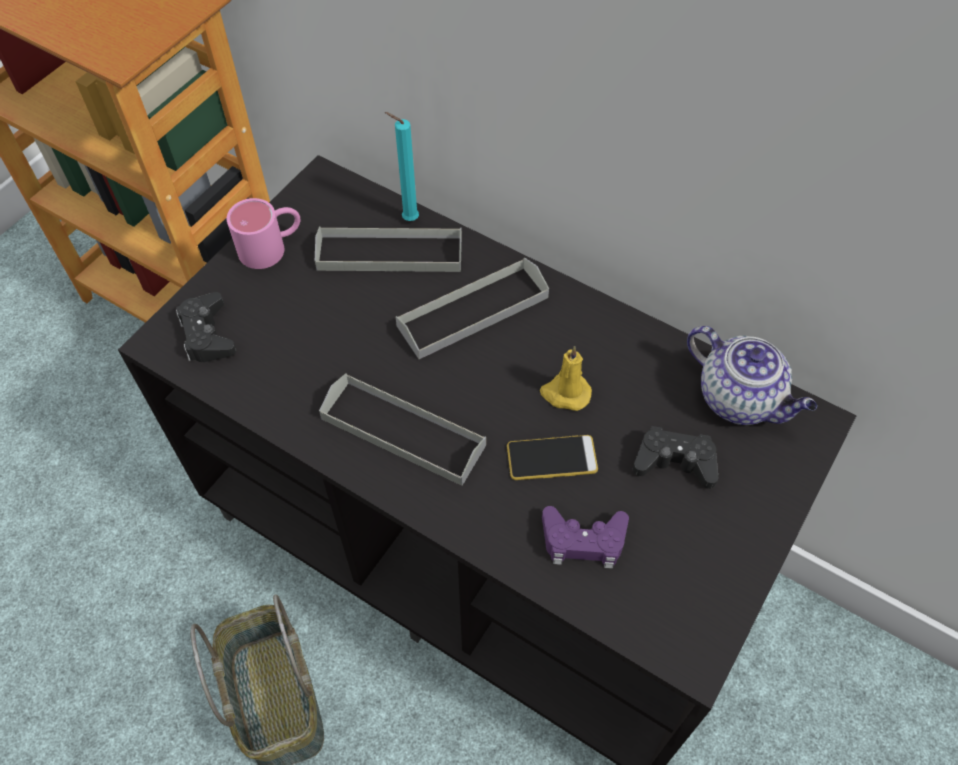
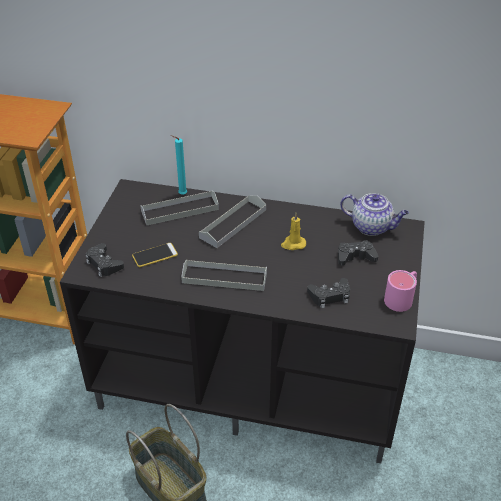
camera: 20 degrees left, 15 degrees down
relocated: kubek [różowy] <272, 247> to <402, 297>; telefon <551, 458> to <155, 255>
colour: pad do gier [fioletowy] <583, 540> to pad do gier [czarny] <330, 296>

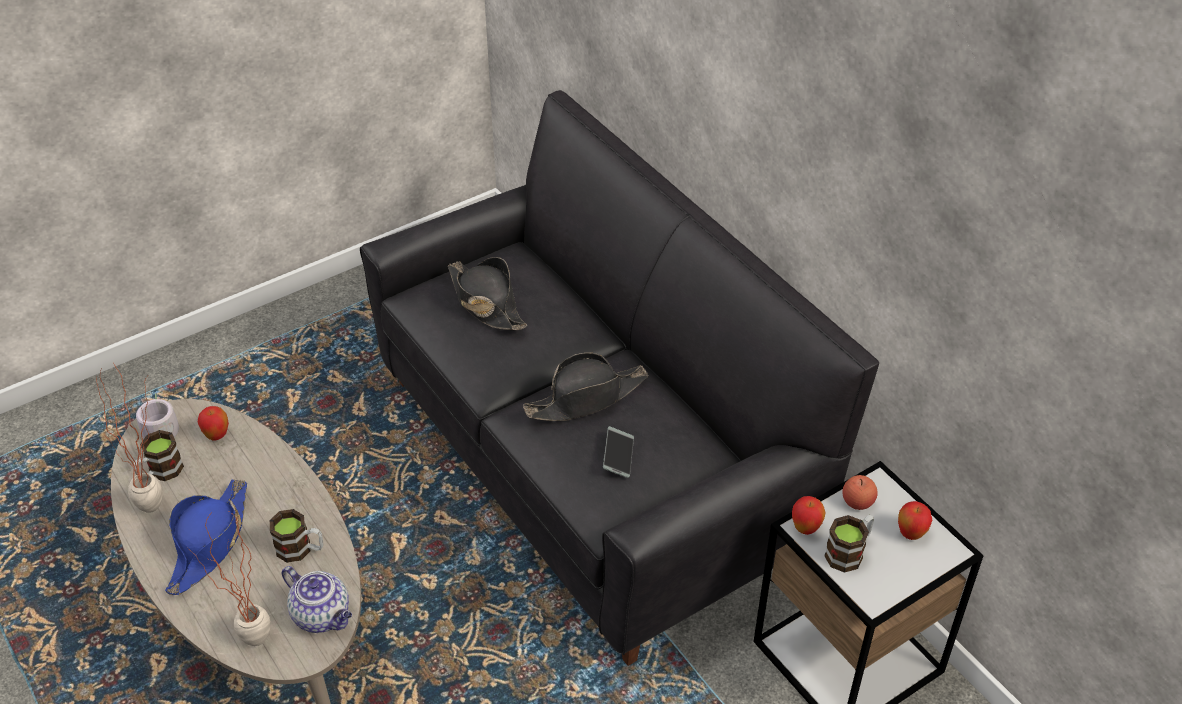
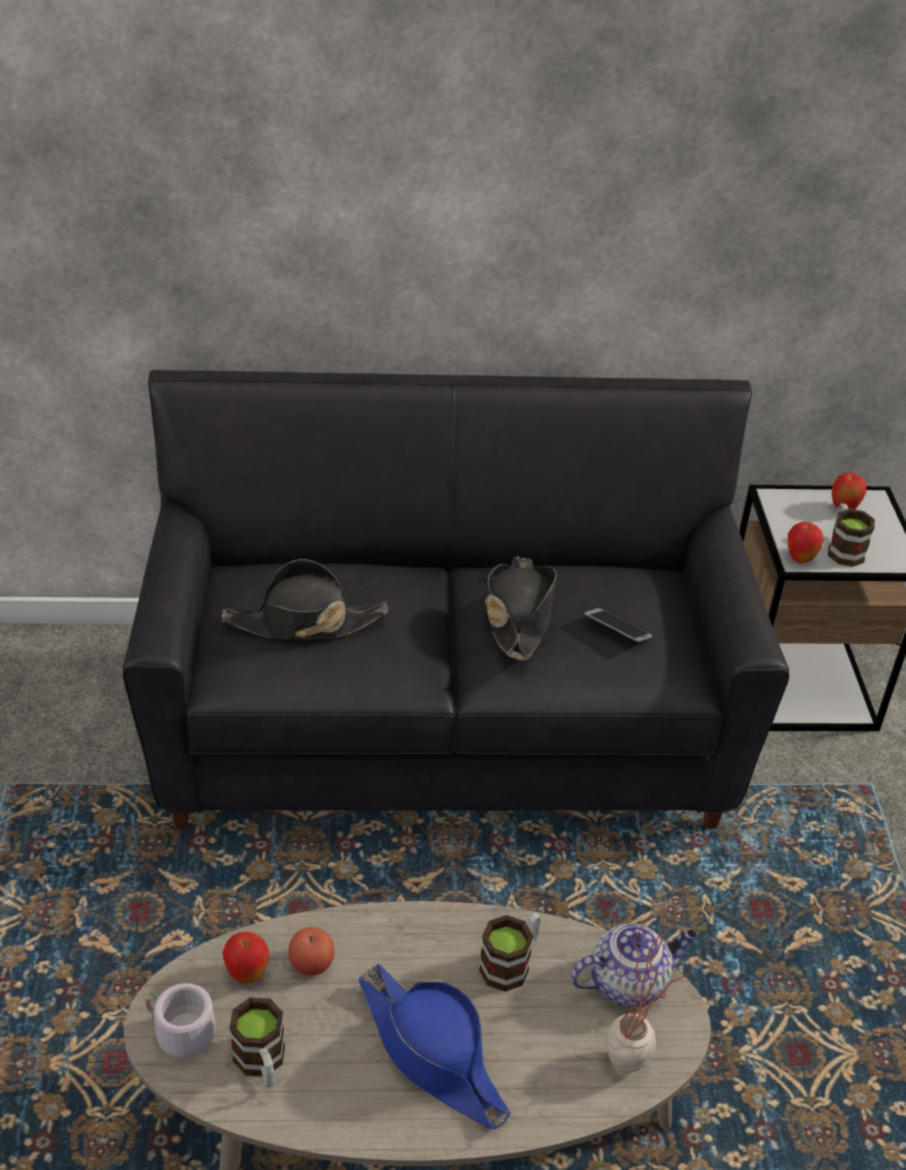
camera: 60 degrees left, 5 degrees down
missing: roślina doniczkowa <162, 506>
relocated: jabłko <857, 502> to <311, 963>

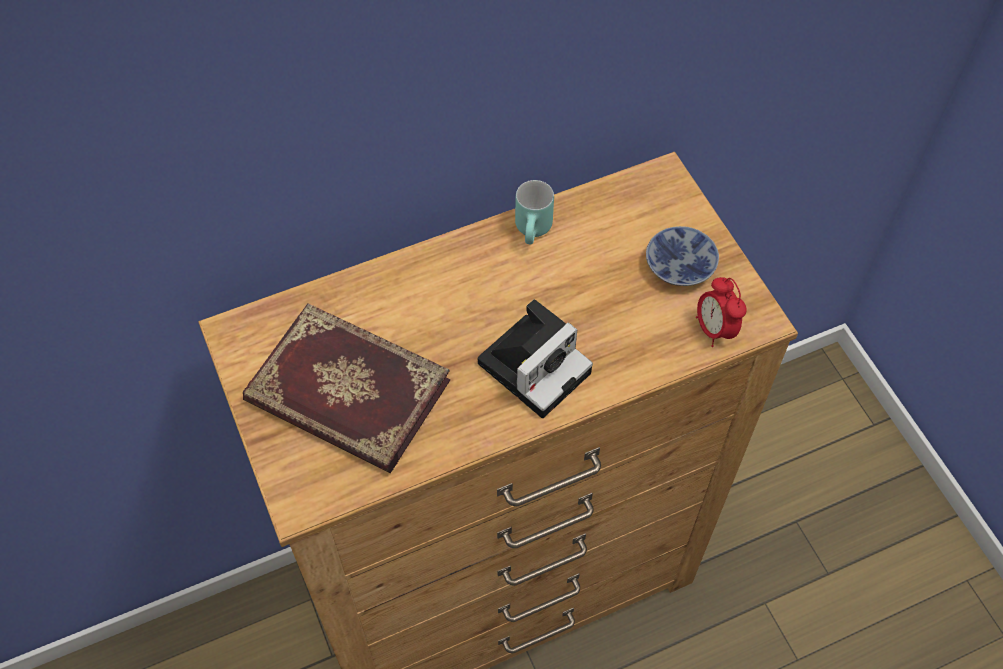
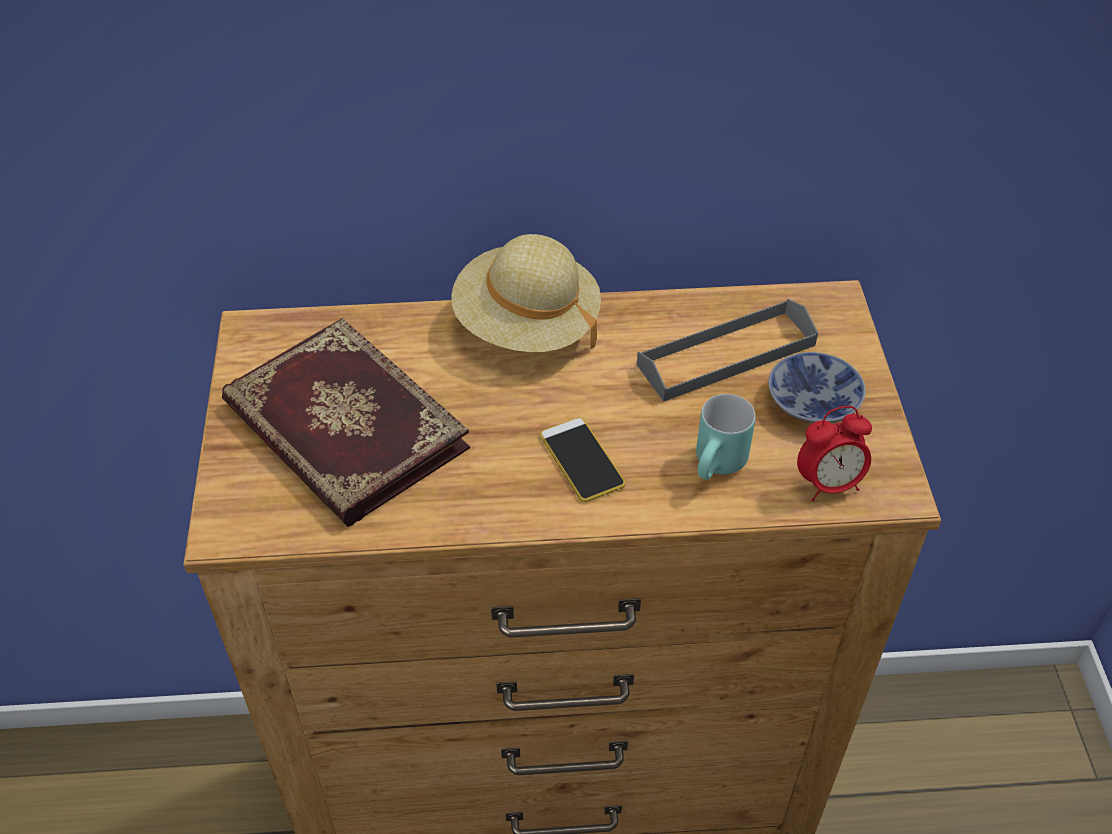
camera: 20 degrees right, 10 degrees down
appeared: kapelusz [beżowy] <526, 325>; taca [szary] <726, 355>
relocated: kubek [turkusowy] <535, 232> to <720, 467>
exchanged: aparat fotograficzny <536, 364> to telefon <581, 460>
spun: budzik <714, 329> = <828, 484> 105 degrees counterclockwise

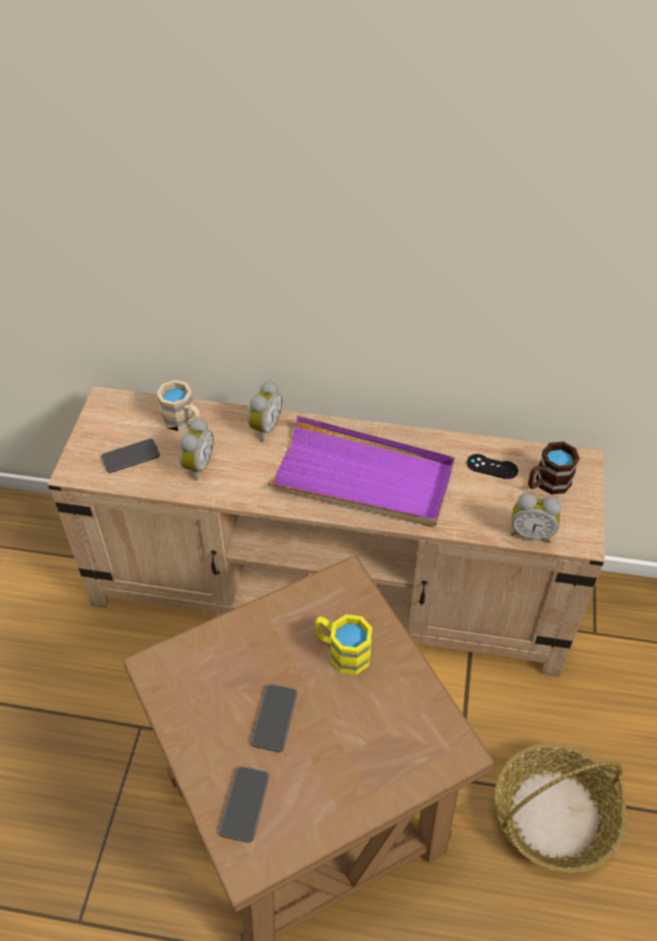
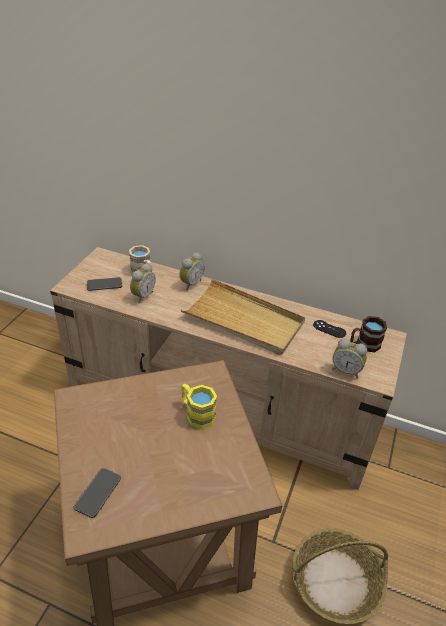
camera: 10 degrees right, 10 degrees down
missing: telefon <274, 718>
colour: taca [fioletowy] <363, 477> to taca [beżowy] <243, 320>

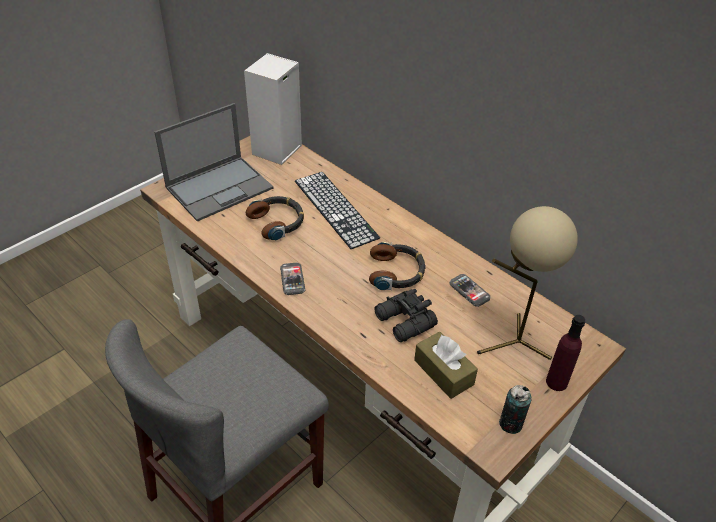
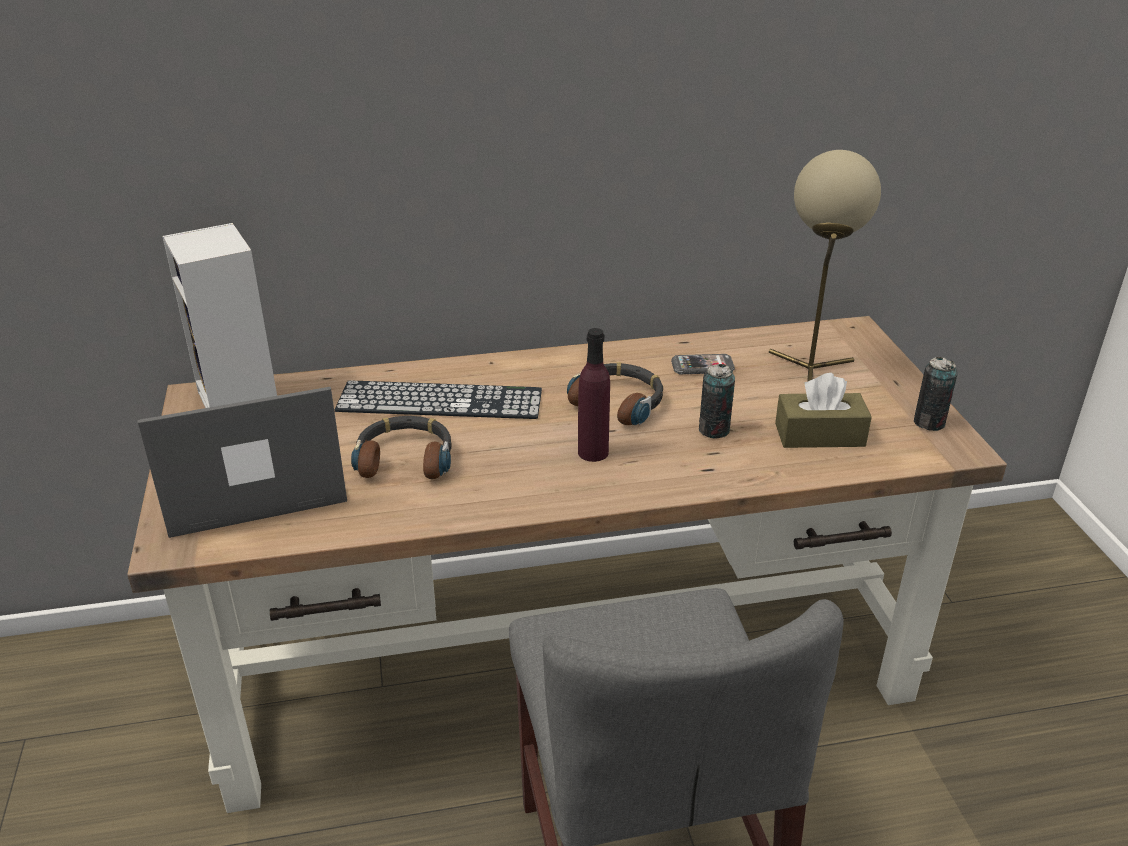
camera: 55 degrees left, 10 degrees down
missing: telefon <292, 279>
relocated: butelka [fioletowy] <556, 382> to <593, 452>
exchanged: lornetka [czarny] <404, 322> to puszka <714, 430>
spun: laptop <220, 187> = <251, 484> 105 degrees counterclockwise

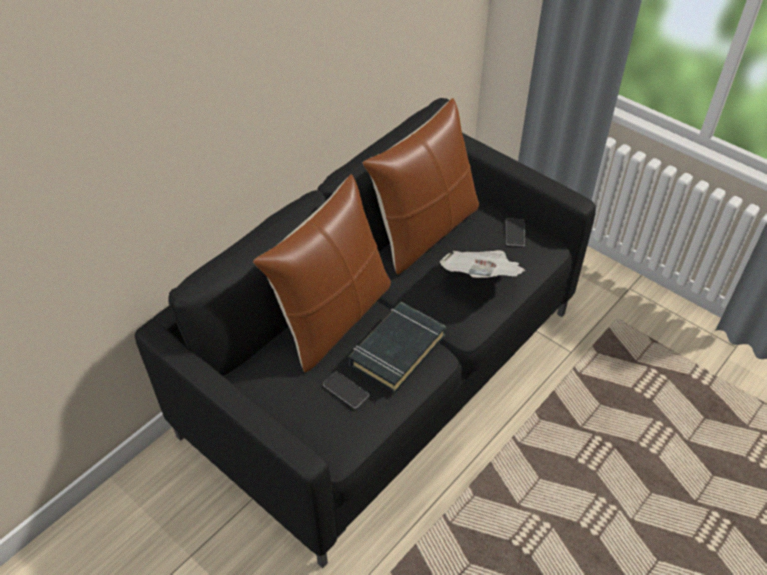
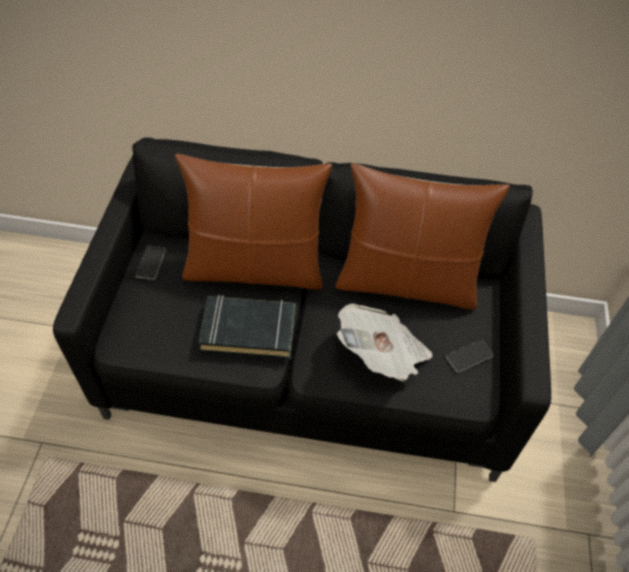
camera: 55 degrees right, 5 degrees up
relocated: telefon <345, 390> to <151, 262>

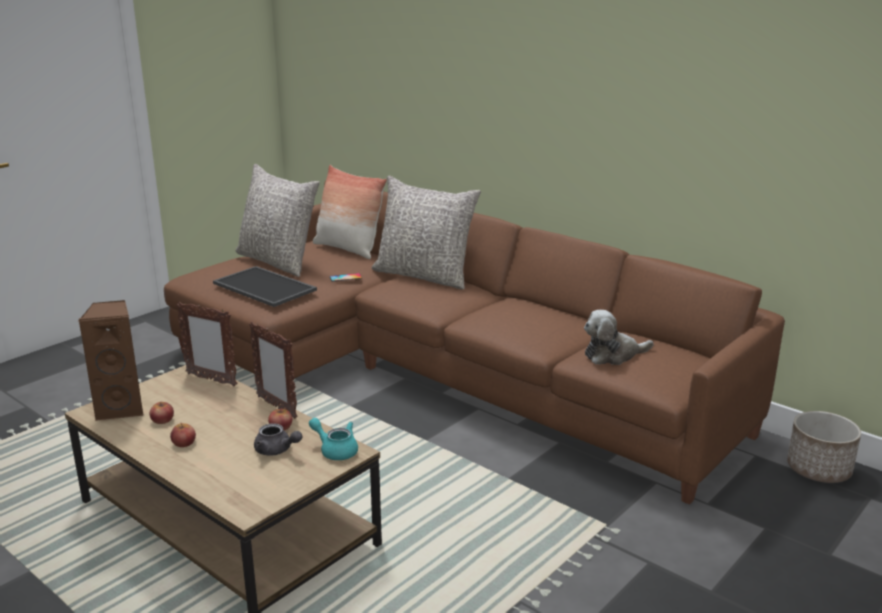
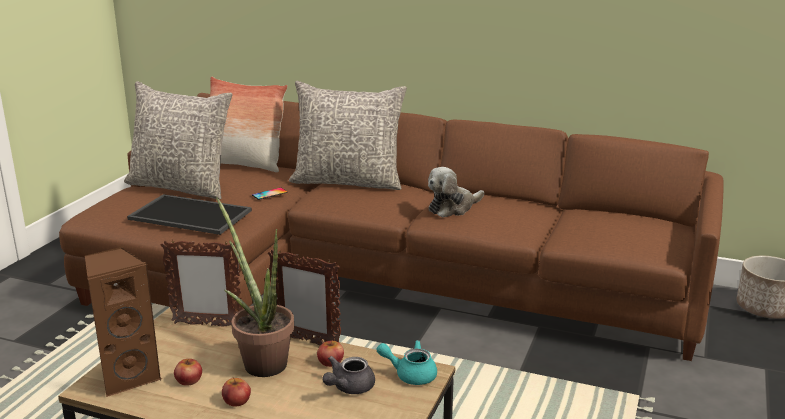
camera: 20 degrees left, 0 degrees up
appeared: roślina doniczkowa <260, 360>
relocated: pluszak <613, 355> to <453, 208>
spun: imbryk [szary] <276, 450> = <348, 387> 120 degrees clockwise

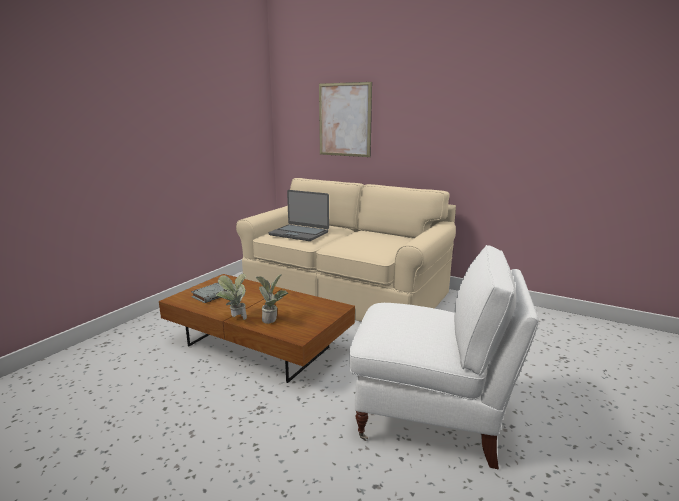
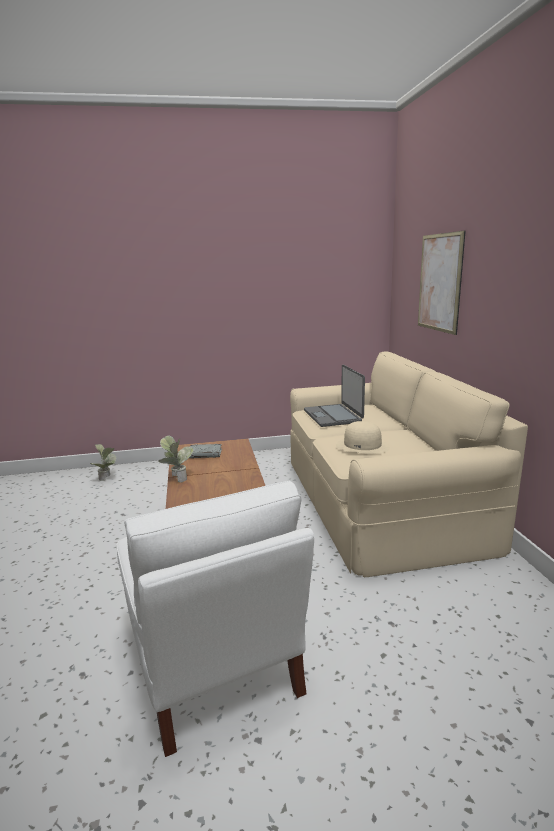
camera: 50 degrees right, 0 degrees up
appeared: kapelusz [beżowy] <362, 445>
relocated: roślina doniczkowa <273, 319> to <107, 479>

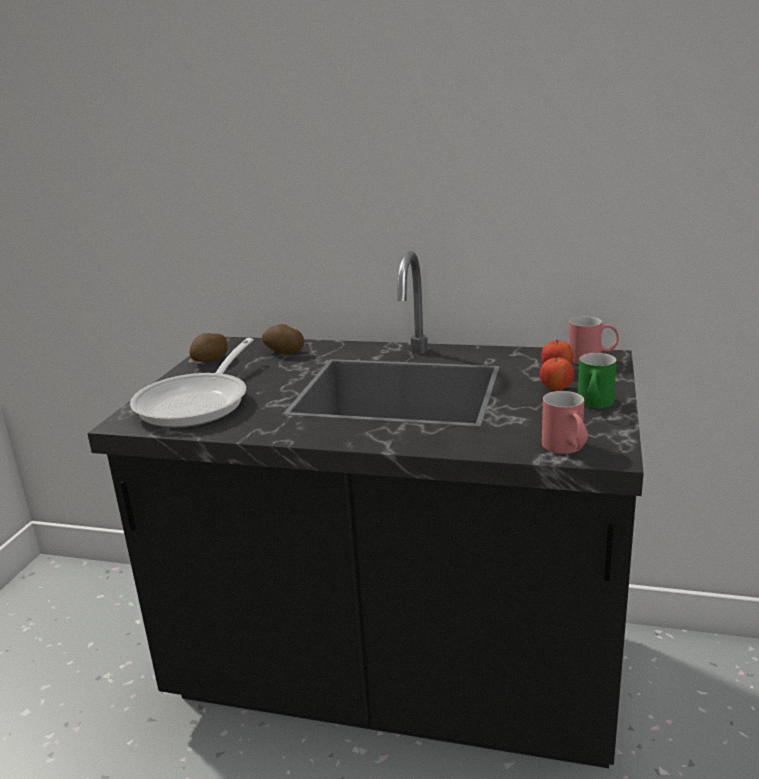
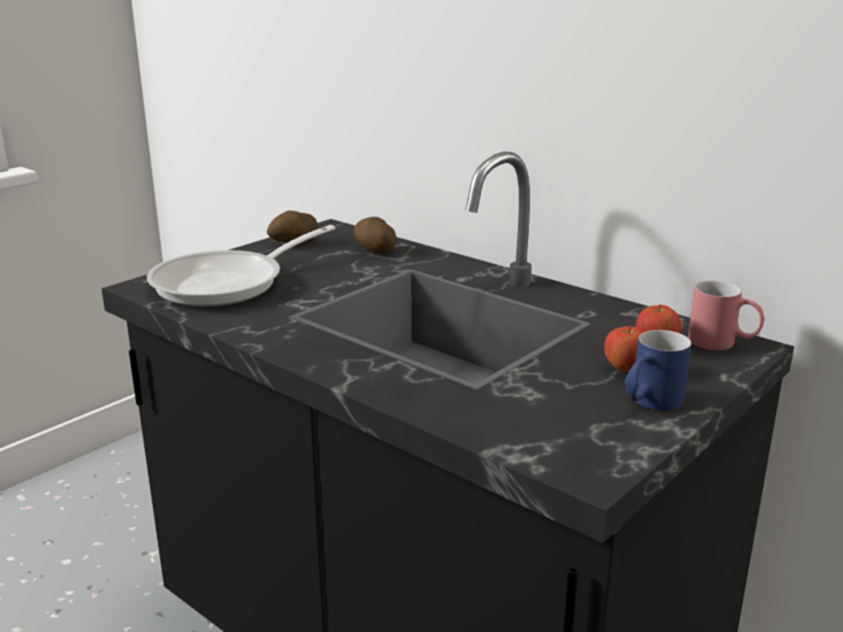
camera: 25 degrees right, 0 degrees up
missing: kubek [czerwony] <566, 449>
colour: kubek [zielony] <594, 405> to kubek [niebieski] <649, 403>

